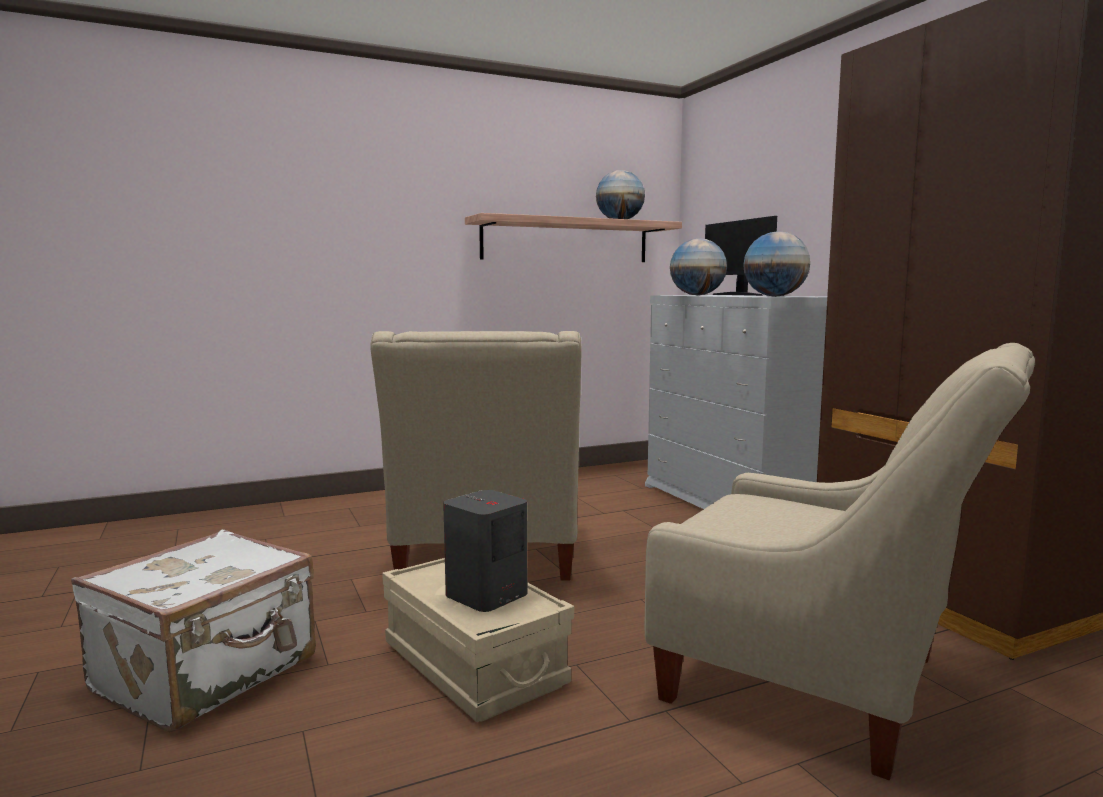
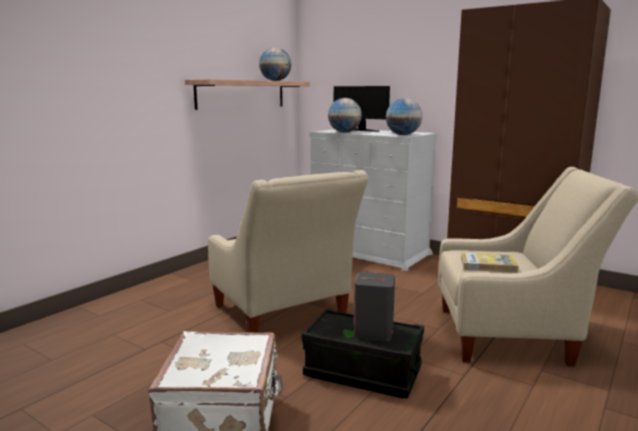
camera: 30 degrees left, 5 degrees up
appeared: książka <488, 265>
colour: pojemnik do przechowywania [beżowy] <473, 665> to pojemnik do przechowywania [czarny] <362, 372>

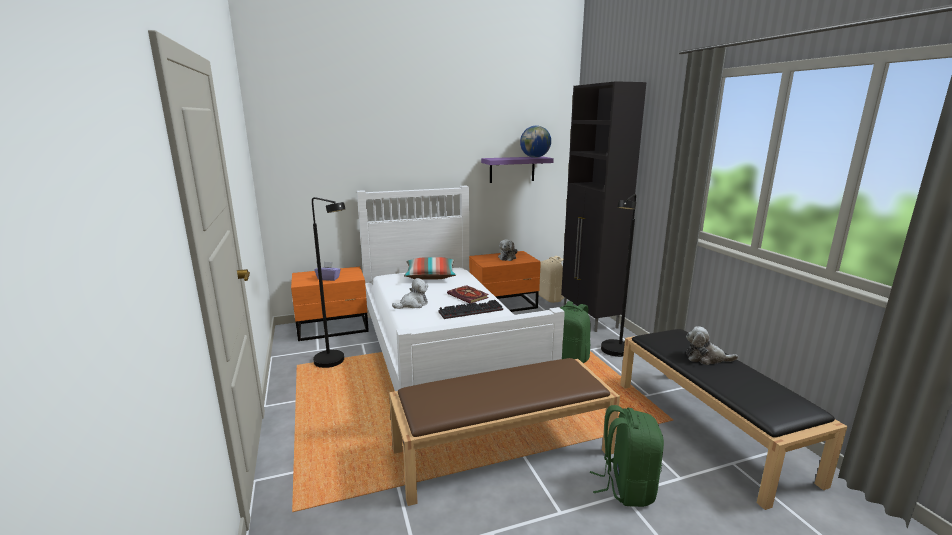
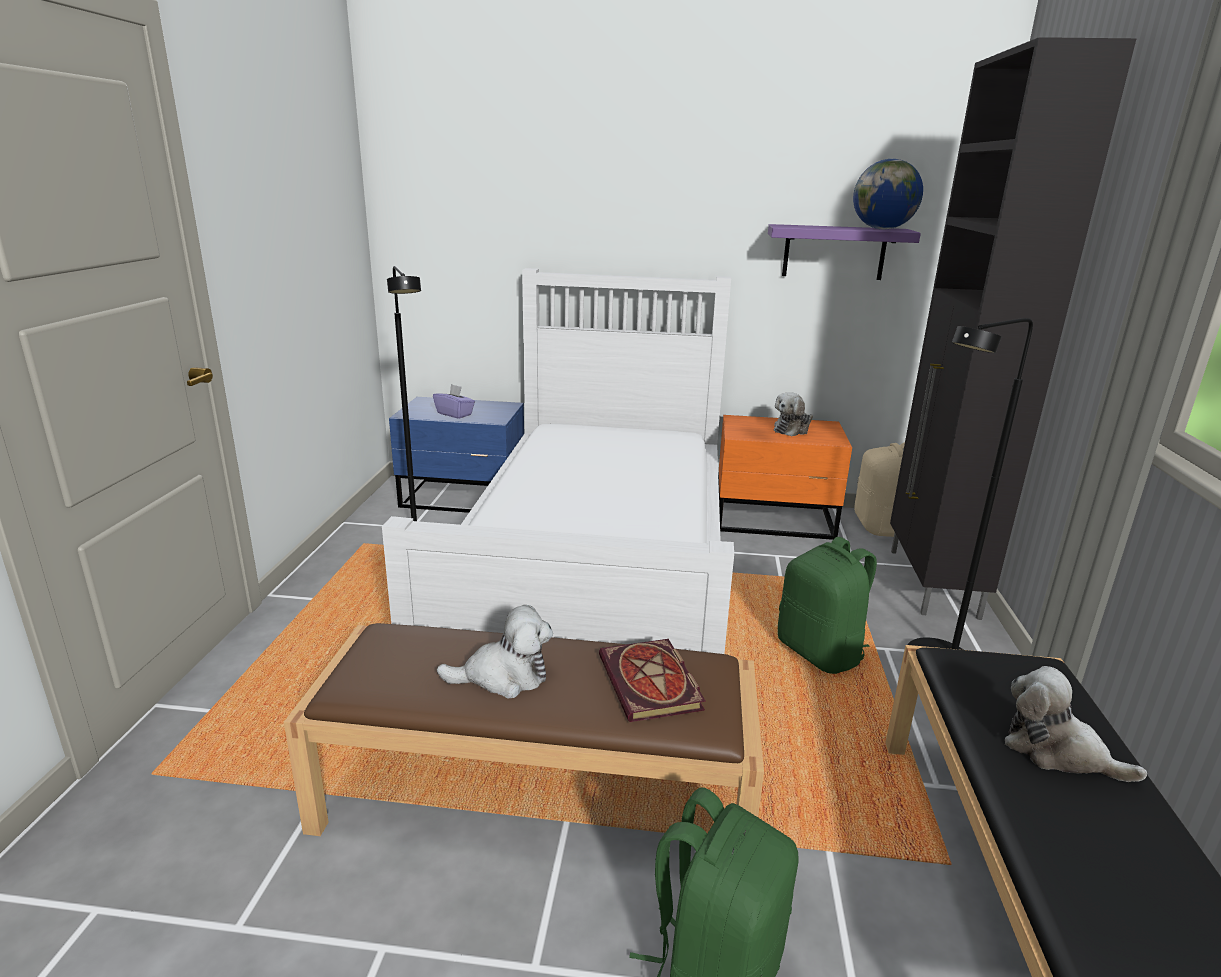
camera: 25 degrees right, 5 degrees up
missing: poduszka <430, 276>; klawiatura <471, 310>
relocated: pluszak <413, 304> to <504, 676>; książka <469, 296> to <653, 684>
colour: szafka nocna [pomarańczowy] <334, 328> to szafka nocna [niebieski] <464, 498>

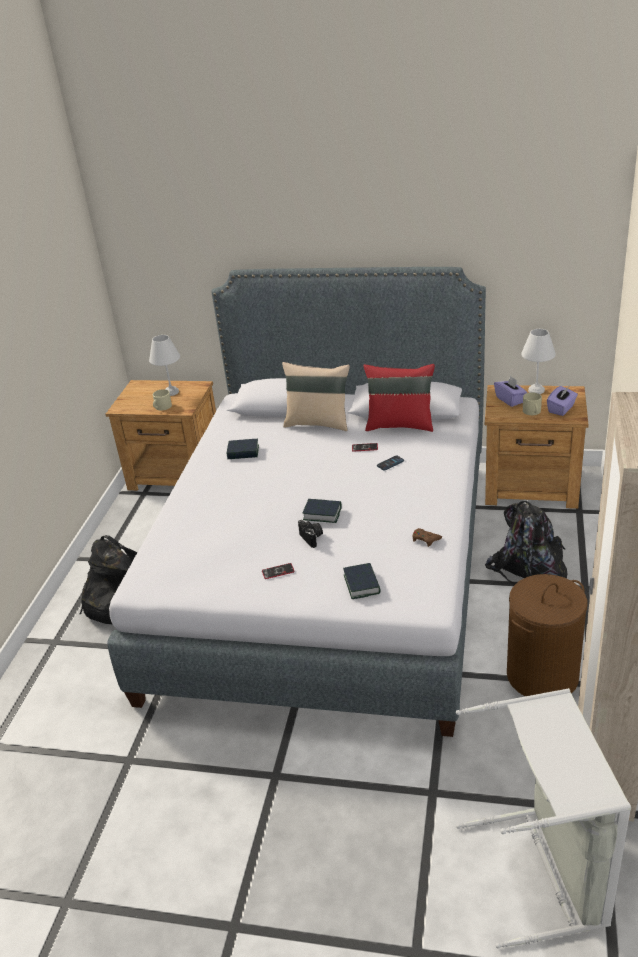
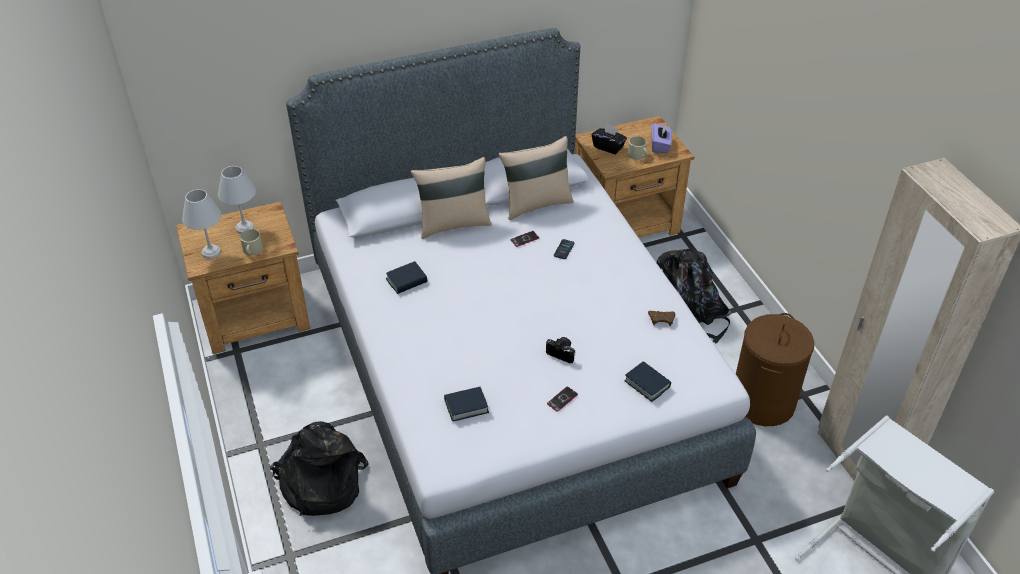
camera: 35 degrees left, 10 degrees up
relocated: książka <322, 514> to <466, 406>; lampa stołowa [biały] <536, 390> to <211, 251>
colour: poduszka [czerwony] <400, 425> to poduszka [beżowy] <536, 203>; pudełko chusteczek [fioletowy] <510, 400> to pudełko chusteczek [czarny] <608, 147>

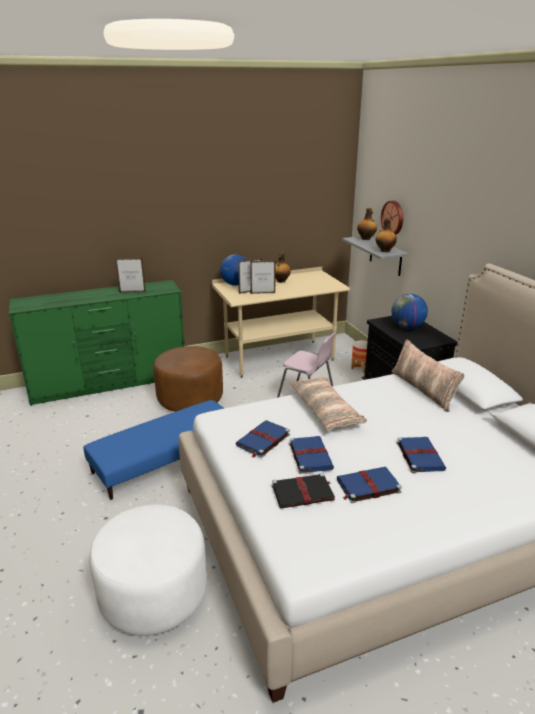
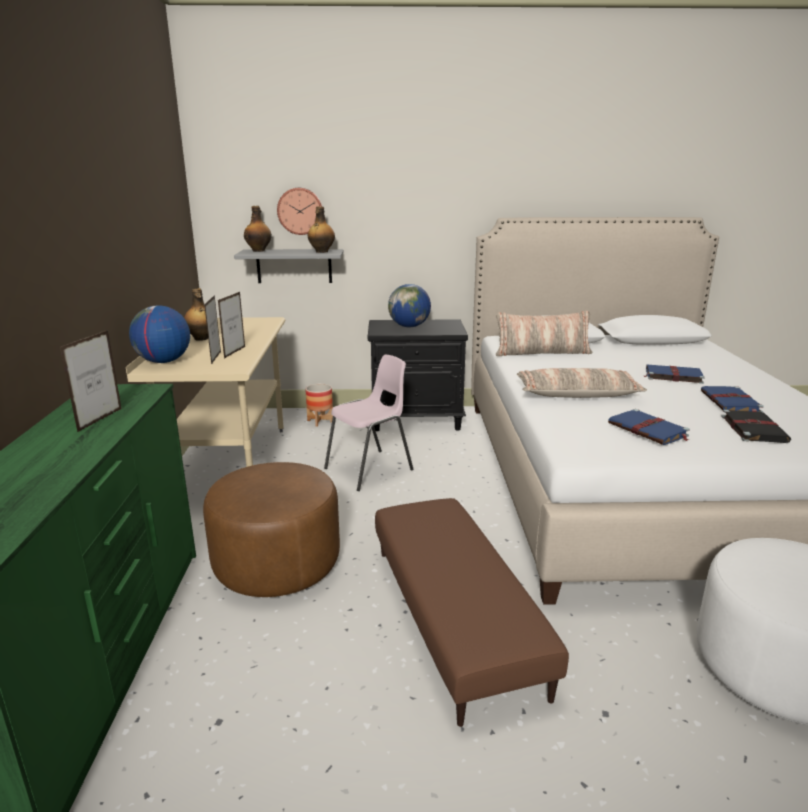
camera: 70 degrees left, 5 degrees down
missing: książka [niebieski] <310, 455>
colour: pufa [niebieski] <166, 459> to pufa [brązowy] <453, 617>

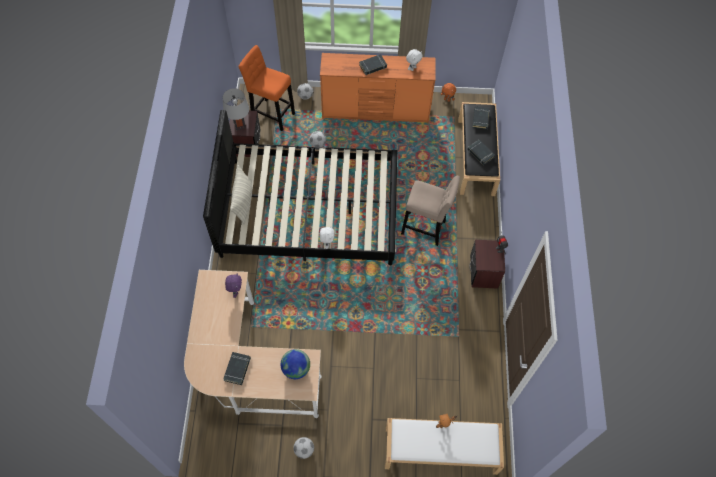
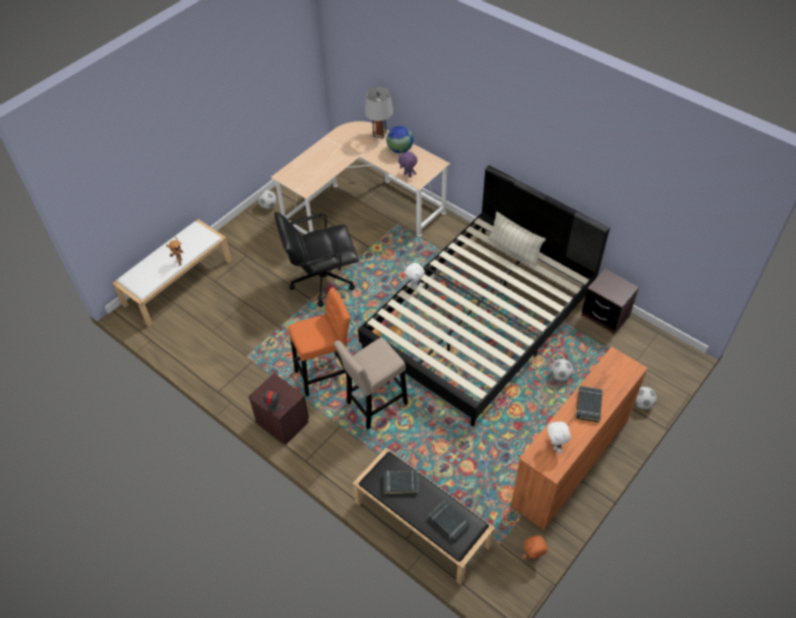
camera: 130 degrees right, 10 degrees down
missing: książka [czarny] <237, 369>
appeared: krzesło biurowe [czarny] <321, 280>
relocated: lampa stołowa [szary] <239, 125> to <379, 134>; stołek [pomarańczowy] <271, 114> to <326, 374>; globus <296, 369> to <400, 150>

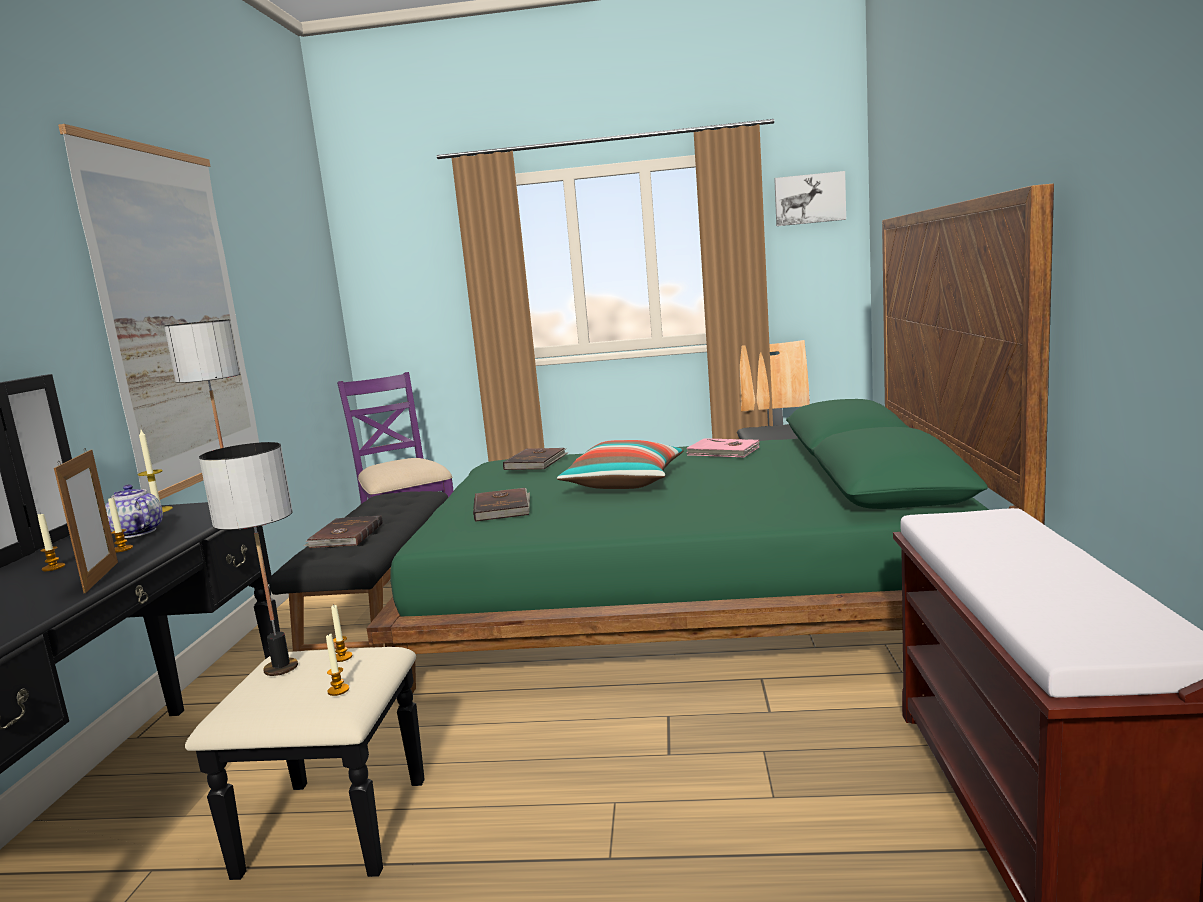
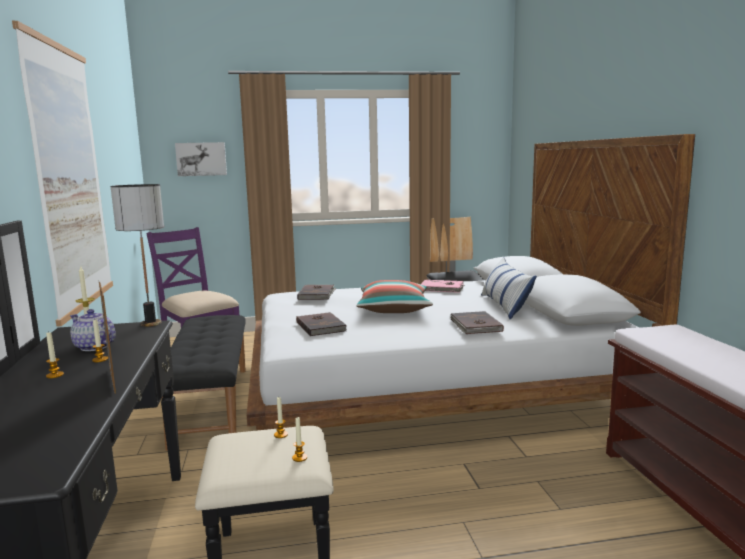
camera: 15 degrees left, 0 degrees up
missing: lampa stołowa <281, 668>
appeared: poduszka <504, 306>
relocated: książka [brązowy] <345, 536> to <475, 325>; obraz <809, 199> to <201, 159>
colour: łóżko [zielony] <690, 596> to łóżko [biały] <430, 385>

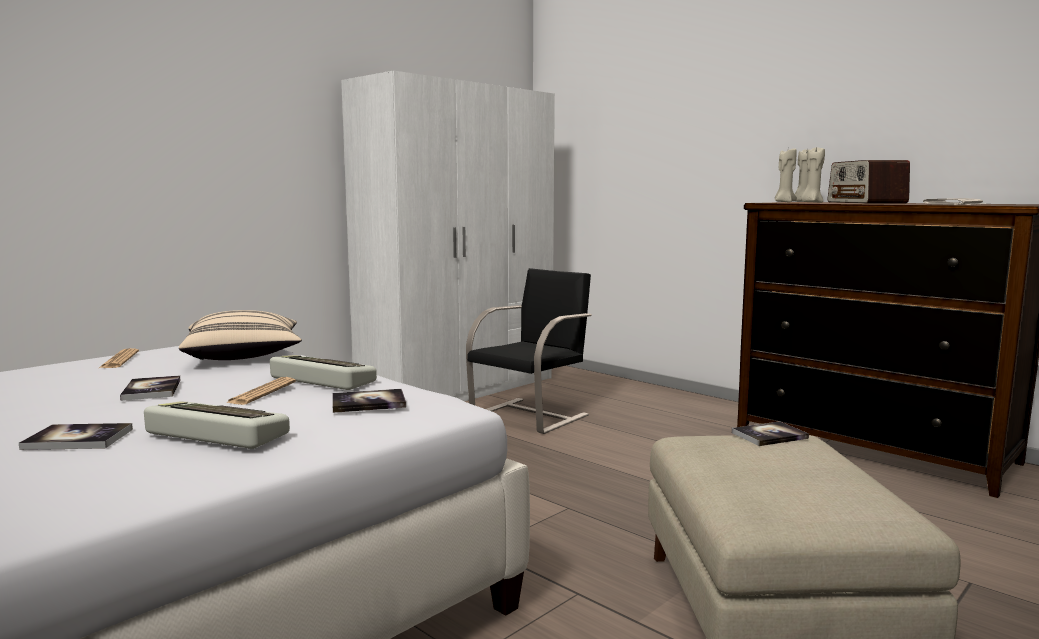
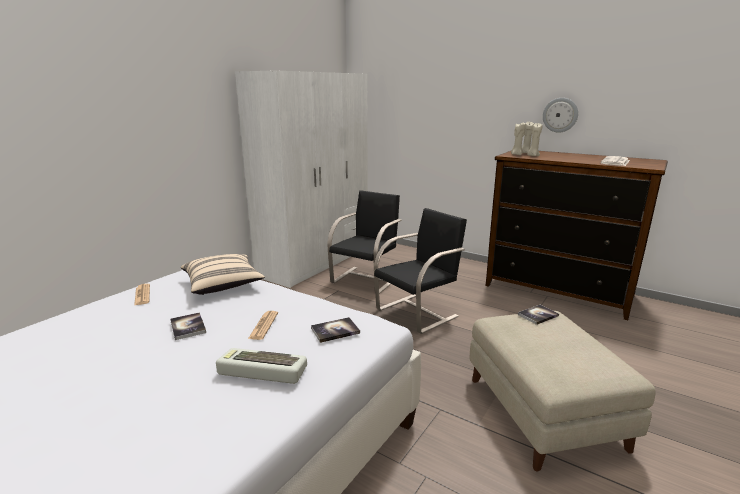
camera: 10 degrees left, 10 degrees up
missing: książka <78, 439>; klawiatura <320, 380>; radio <866, 202>
appeared: krzesło [czarny] <418, 313>; zegar ścienny <560, 115>

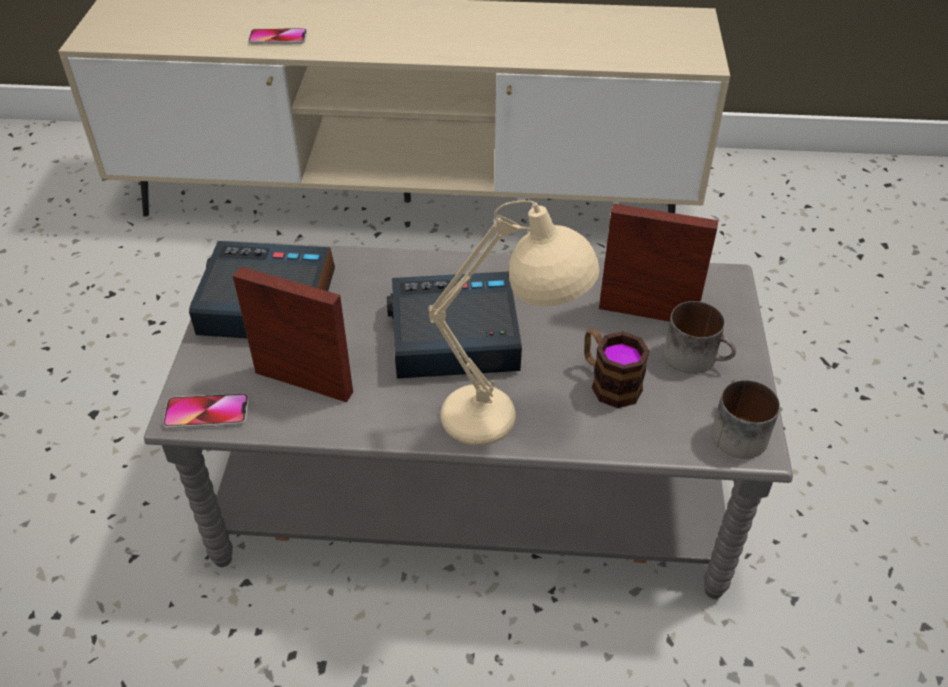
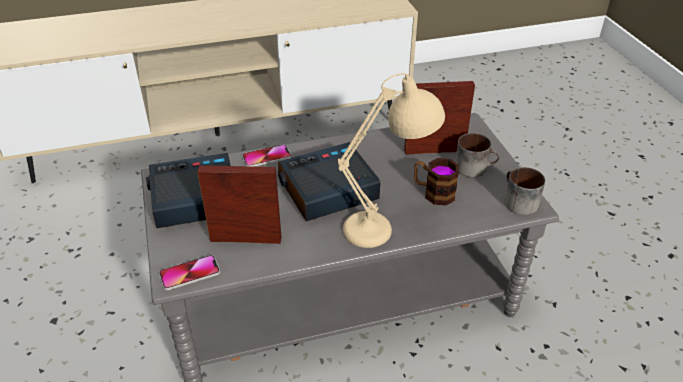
camera: 20 degrees left, 5 degrees down
relocated: telefon <278, 38> to <266, 157>

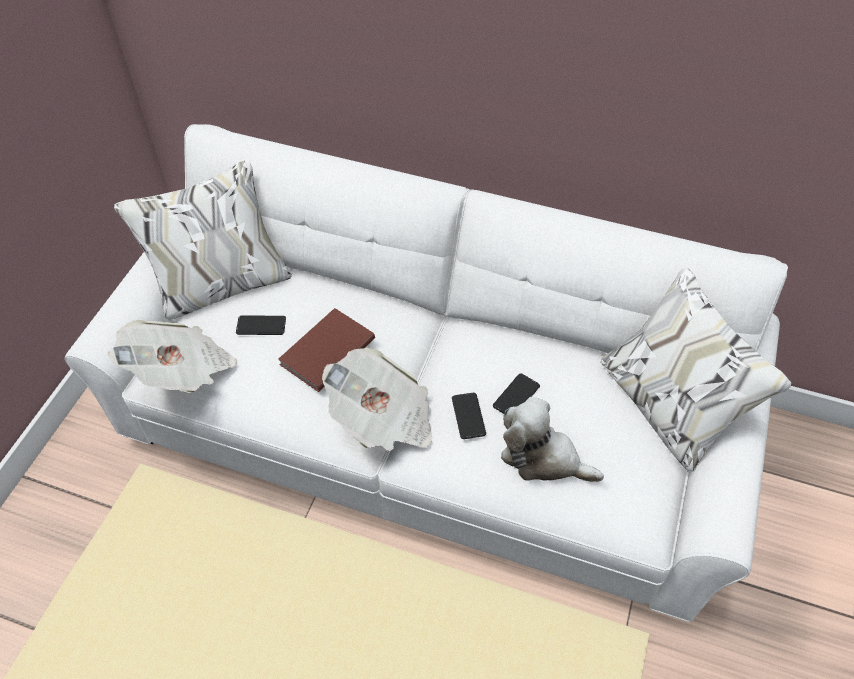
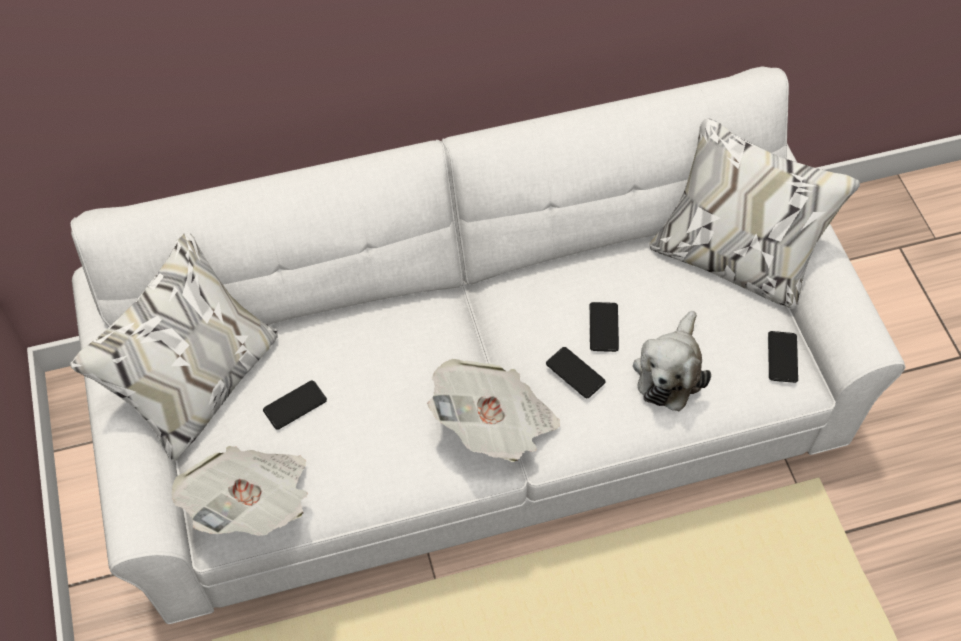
camera: 35 degrees left, 5 degrees up
missing: książka [brązowy] <325, 351>
appeared: telefon <782, 357>
spun: pluszak <543, 457> = <670, 371> 60 degrees counterclockwise

